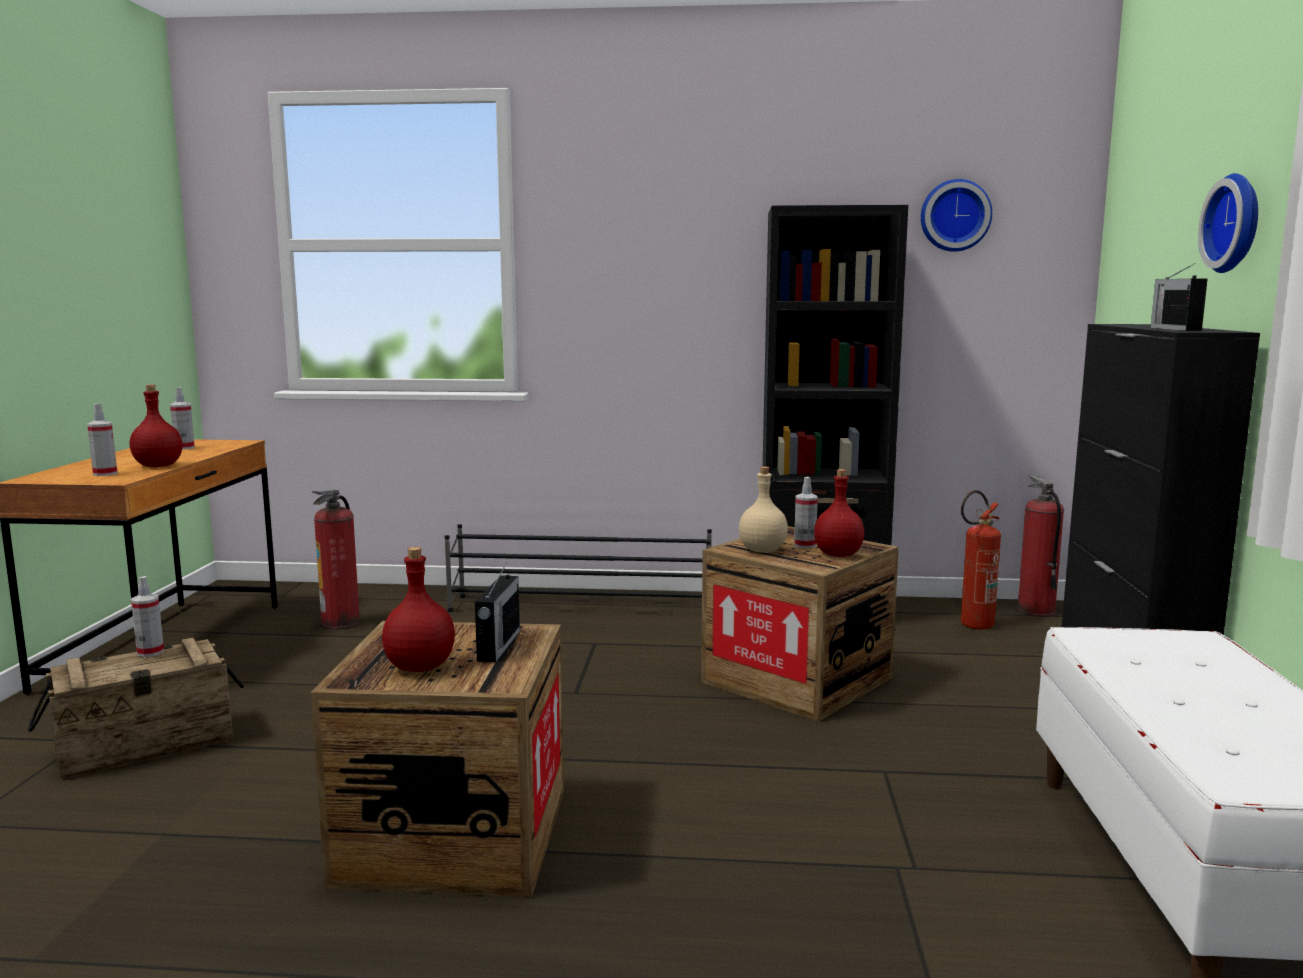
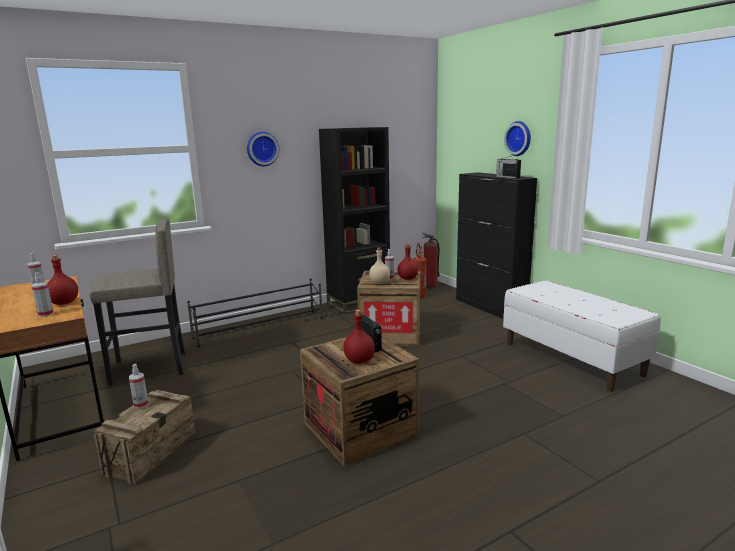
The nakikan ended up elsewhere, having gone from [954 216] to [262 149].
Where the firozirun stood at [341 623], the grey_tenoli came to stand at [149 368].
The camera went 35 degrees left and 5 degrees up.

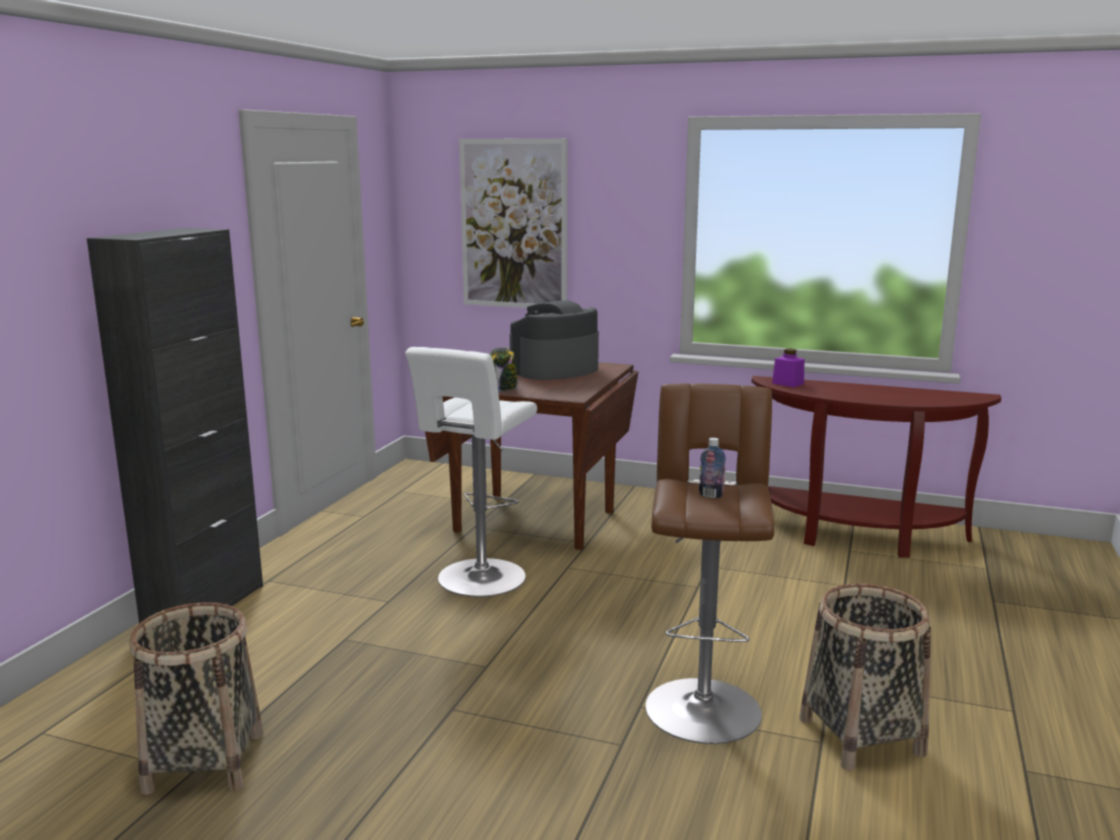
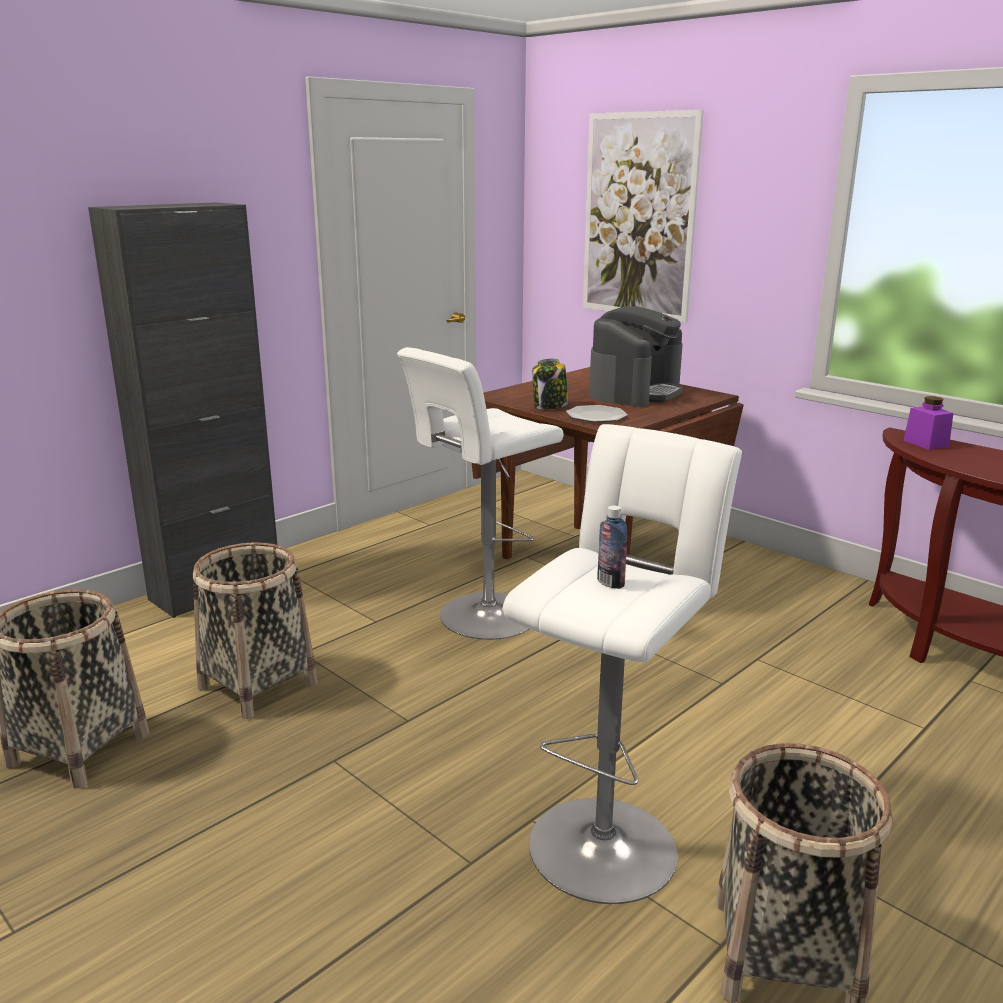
The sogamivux at [554 370] ended up facing another way, 135 degrees clockwise from before.
What was the brown_tenoli at [702 704] turned into the white_tenoli at [607 840].
The second view gained the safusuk at [596 416].
The second view gained the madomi at [258 685].
The camera went 25 degrees right and 5 degrees up.

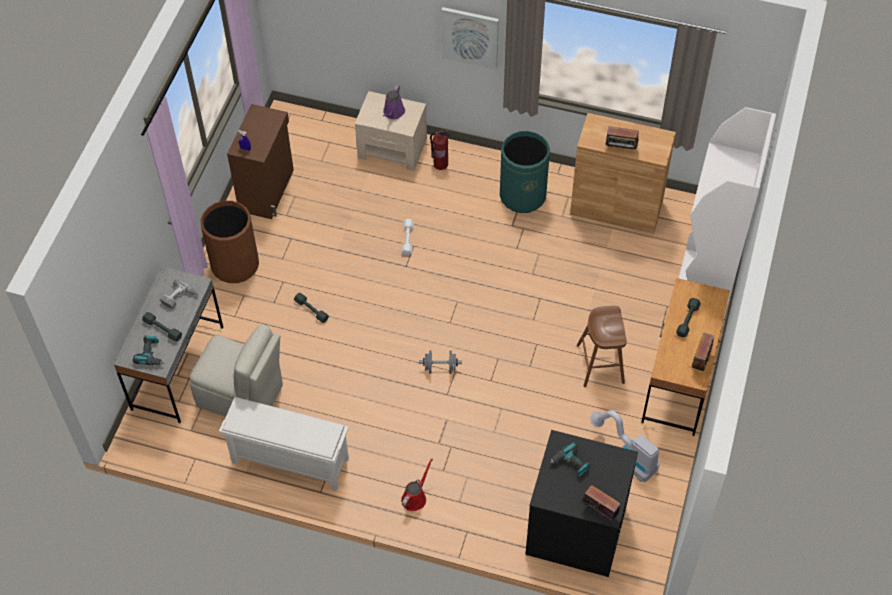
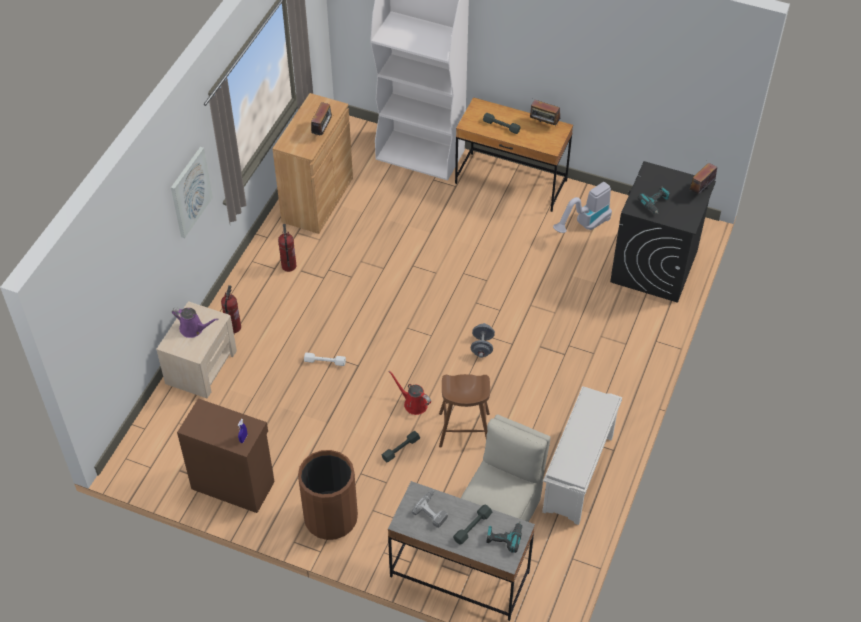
Where the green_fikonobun stood at [523 195], the firozirun came to stand at [288 266].
The brown_tenoli ended up elsewhere, having gone from [600 364] to [464 430].
The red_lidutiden ended up elsewhere, having gone from [415 497] to [413 403].
The camera went 85 degrees left and 5 degrees down.

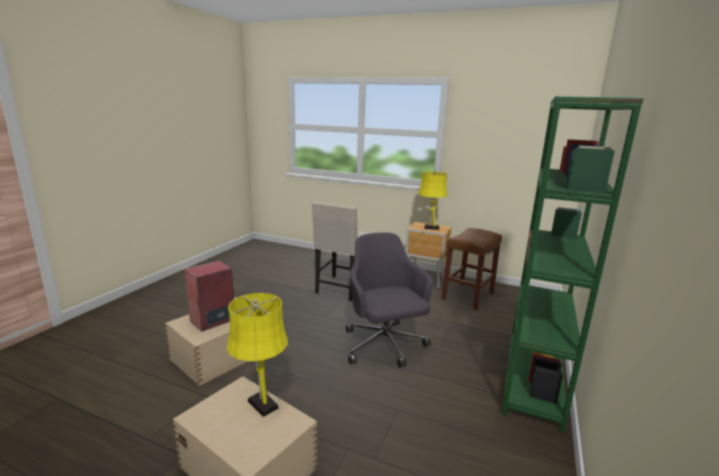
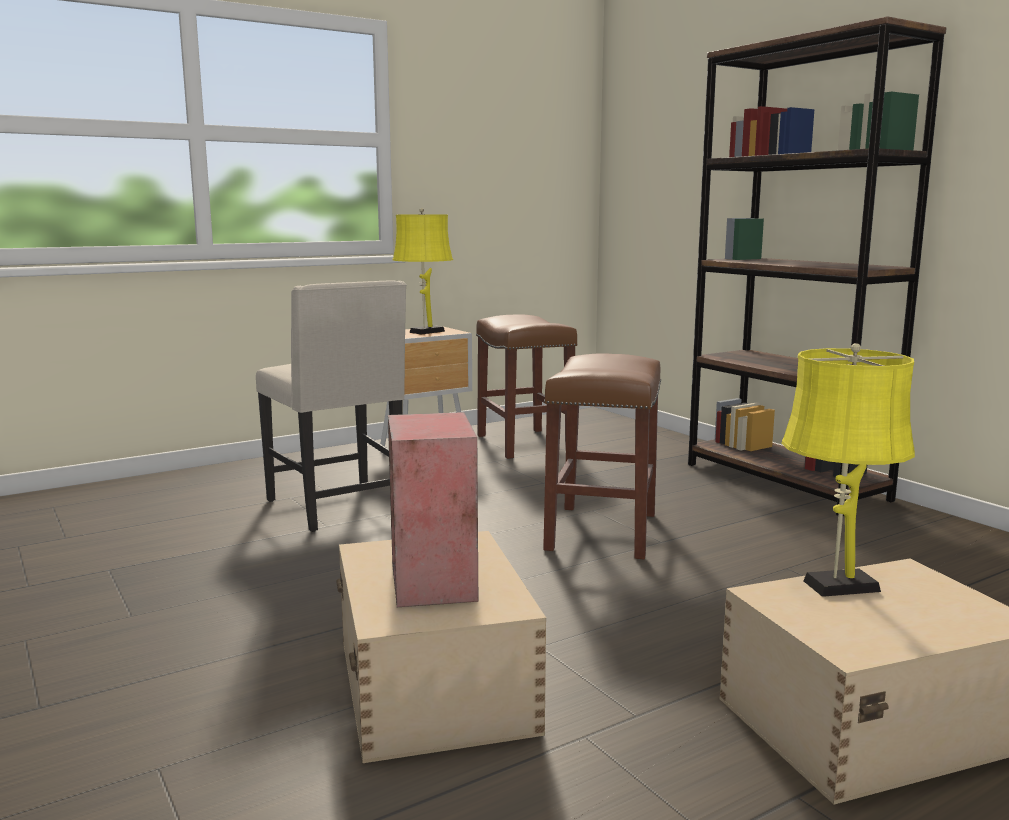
What was the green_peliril at [533 381] turned into the brown_peliril at [785 481].
Where the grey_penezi stood at [384 346], the brown_tenoli came to stand at [601 530].
The camera went 55 degrees left and 5 degrees down.

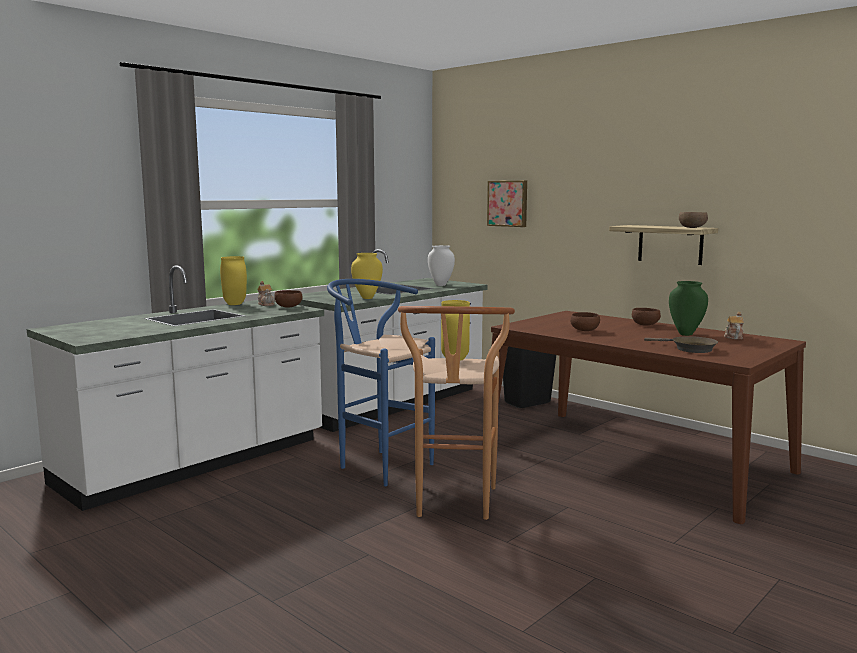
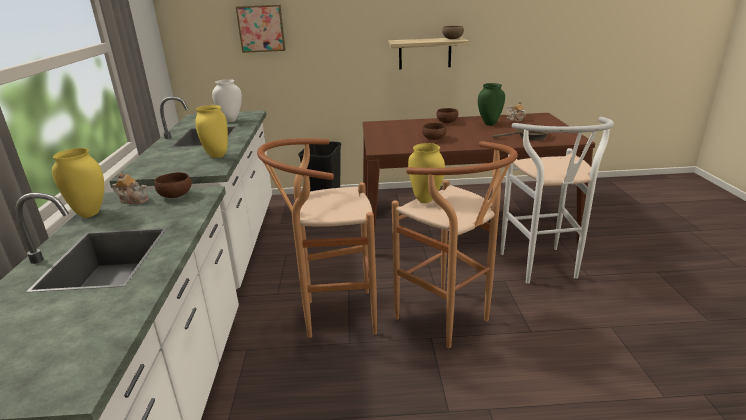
What was the blue_tenoli at [379 465] turned into the brown_tenoli at [331 316].
The second view gained the white_tenoli at [542 269].
The camera went 45 degrees left and 15 degrees up.

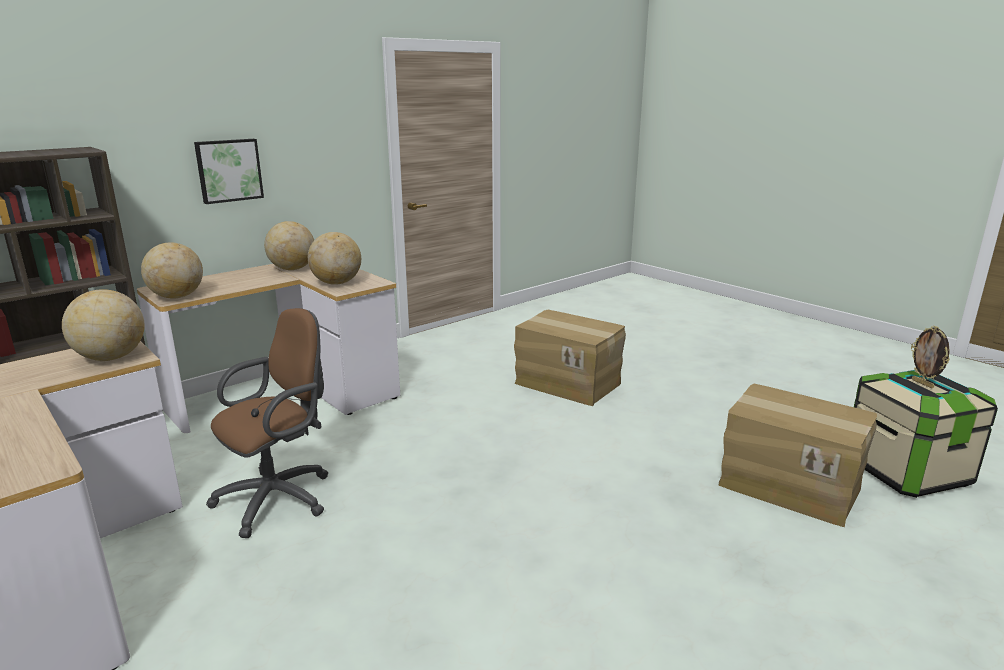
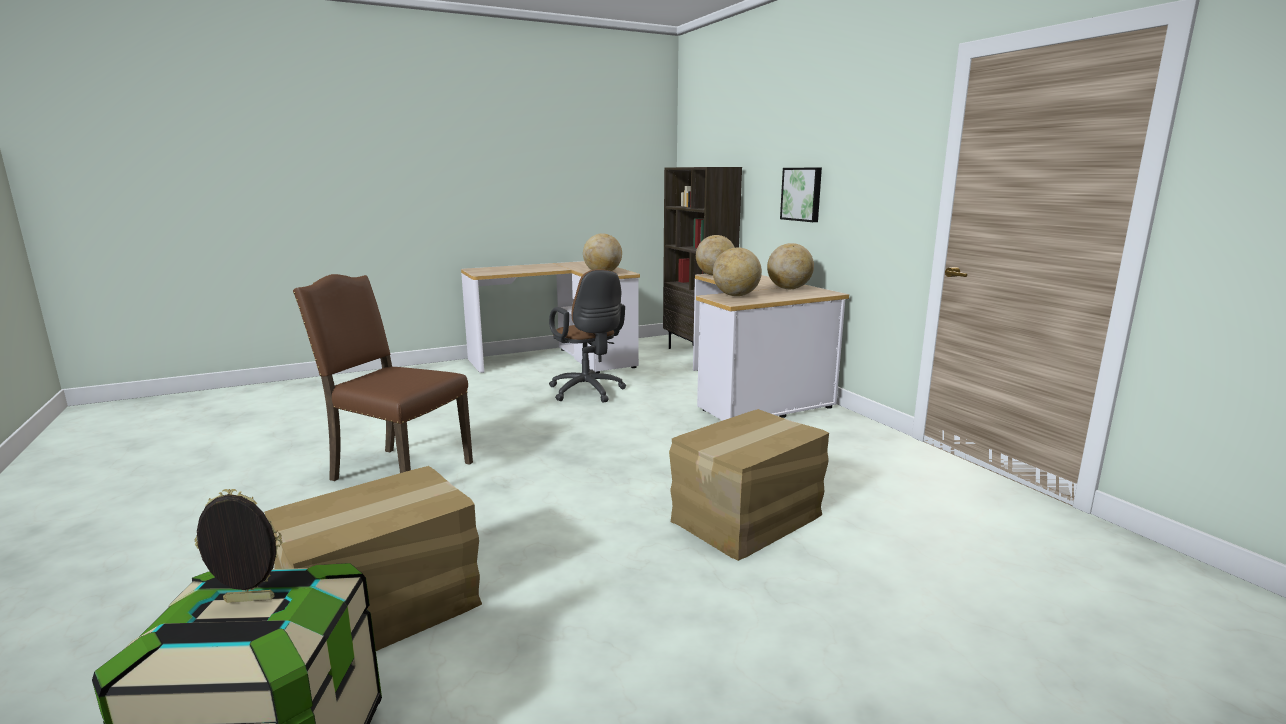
The second view gained the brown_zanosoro at [398 472].
The camera went 105 degrees right and 5 degrees down.

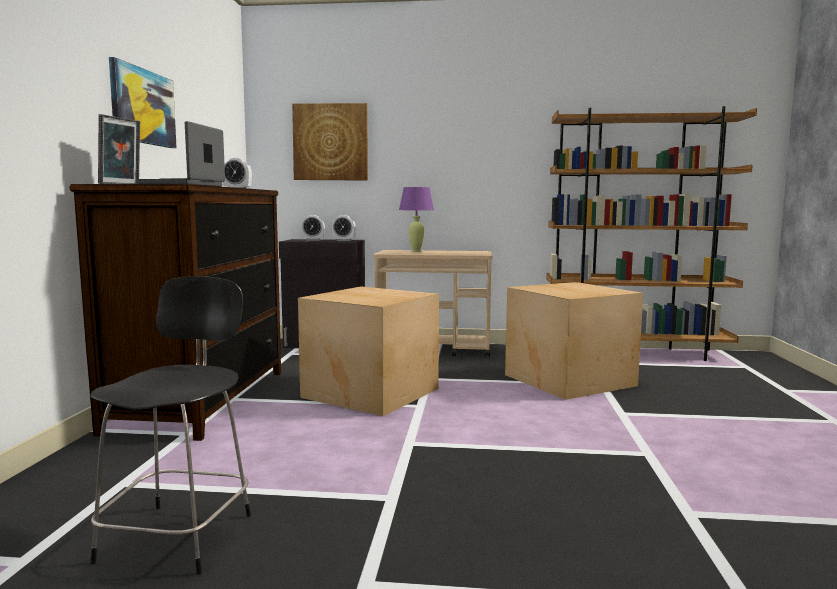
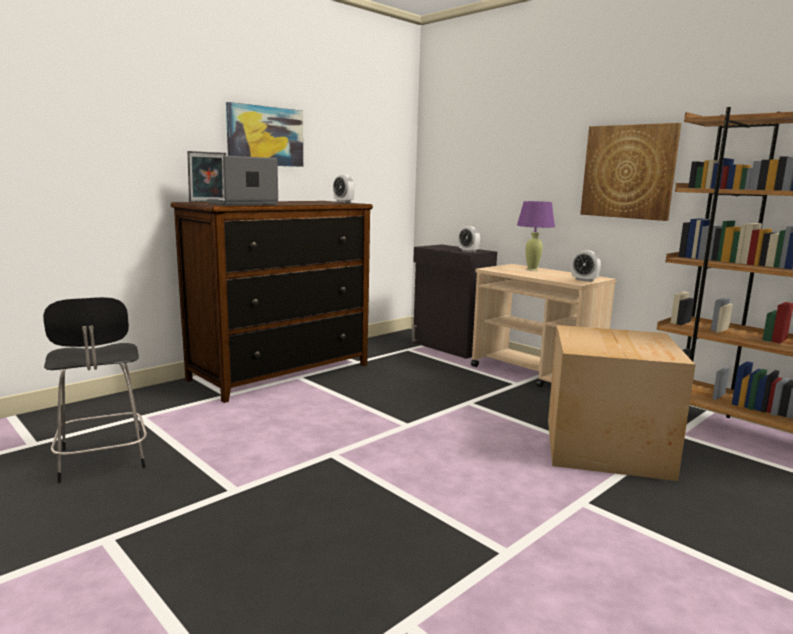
The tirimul ended up elsewhere, having gone from [330 142] to [628 172].
The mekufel ended up elsewhere, having gone from [313 240] to [584 280].
The black_zanosoro at [180 534] ended up facing another way, 105 degrees clockwise from before.
The second view lost the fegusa at [370 392].
The camera went 40 degrees right and 5 degrees up.

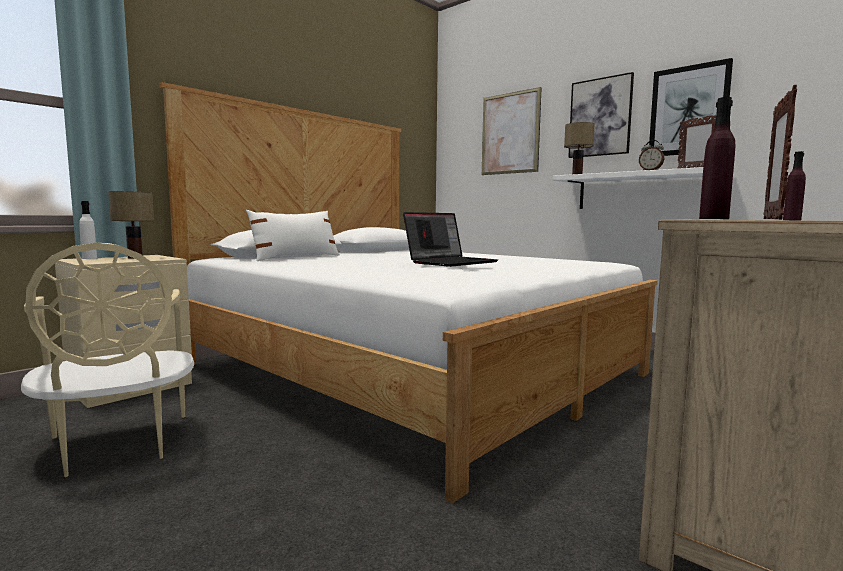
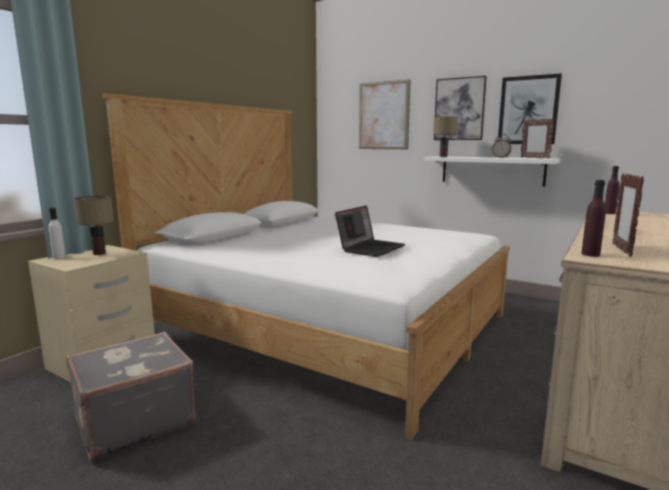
The second view lost the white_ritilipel at [296 257].
Where the beige_zanosoro stood at [118 445], the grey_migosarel came to stand at [133 420].
The camera went 10 degrees left and 5 degrees up.

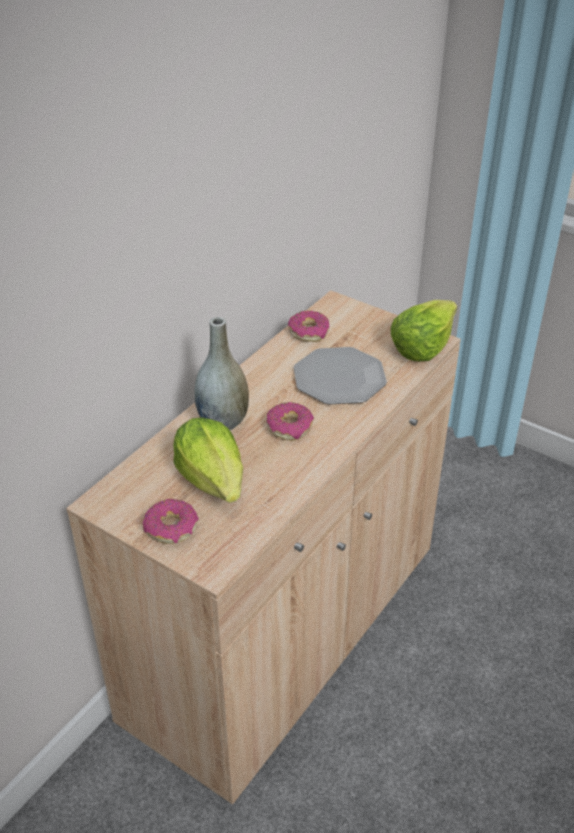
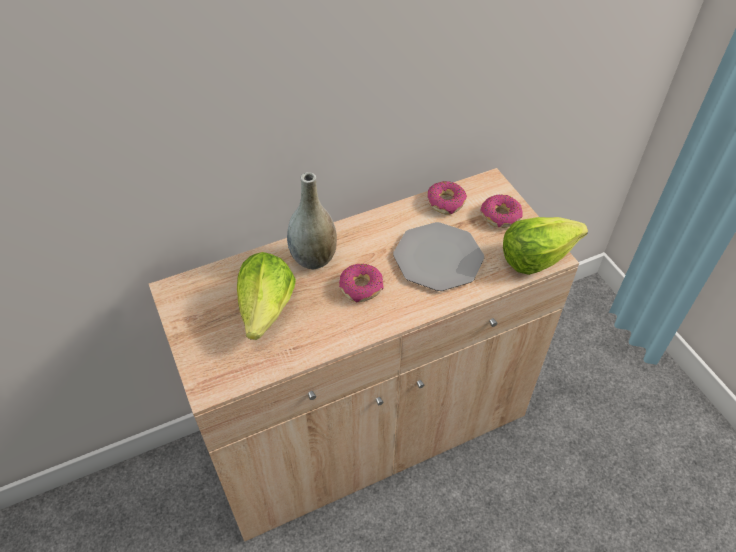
The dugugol ended up elsewhere, having gone from [171 528] to [500 216].
The camera went 30 degrees right and 10 degrees up.

